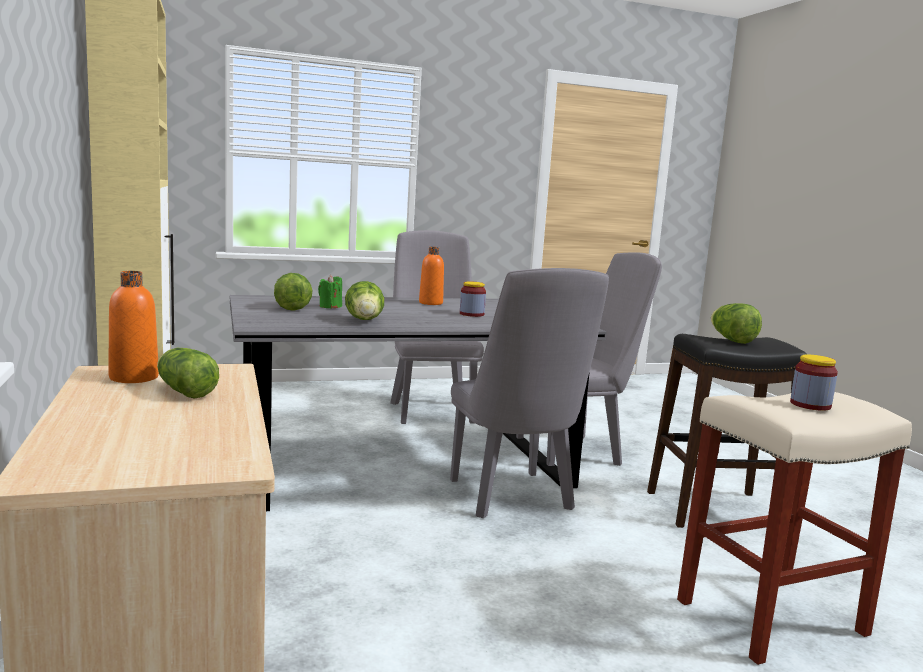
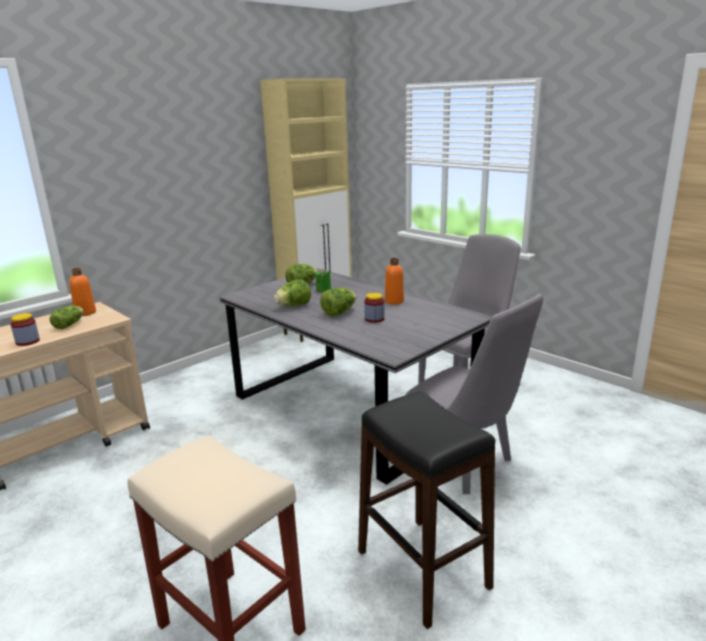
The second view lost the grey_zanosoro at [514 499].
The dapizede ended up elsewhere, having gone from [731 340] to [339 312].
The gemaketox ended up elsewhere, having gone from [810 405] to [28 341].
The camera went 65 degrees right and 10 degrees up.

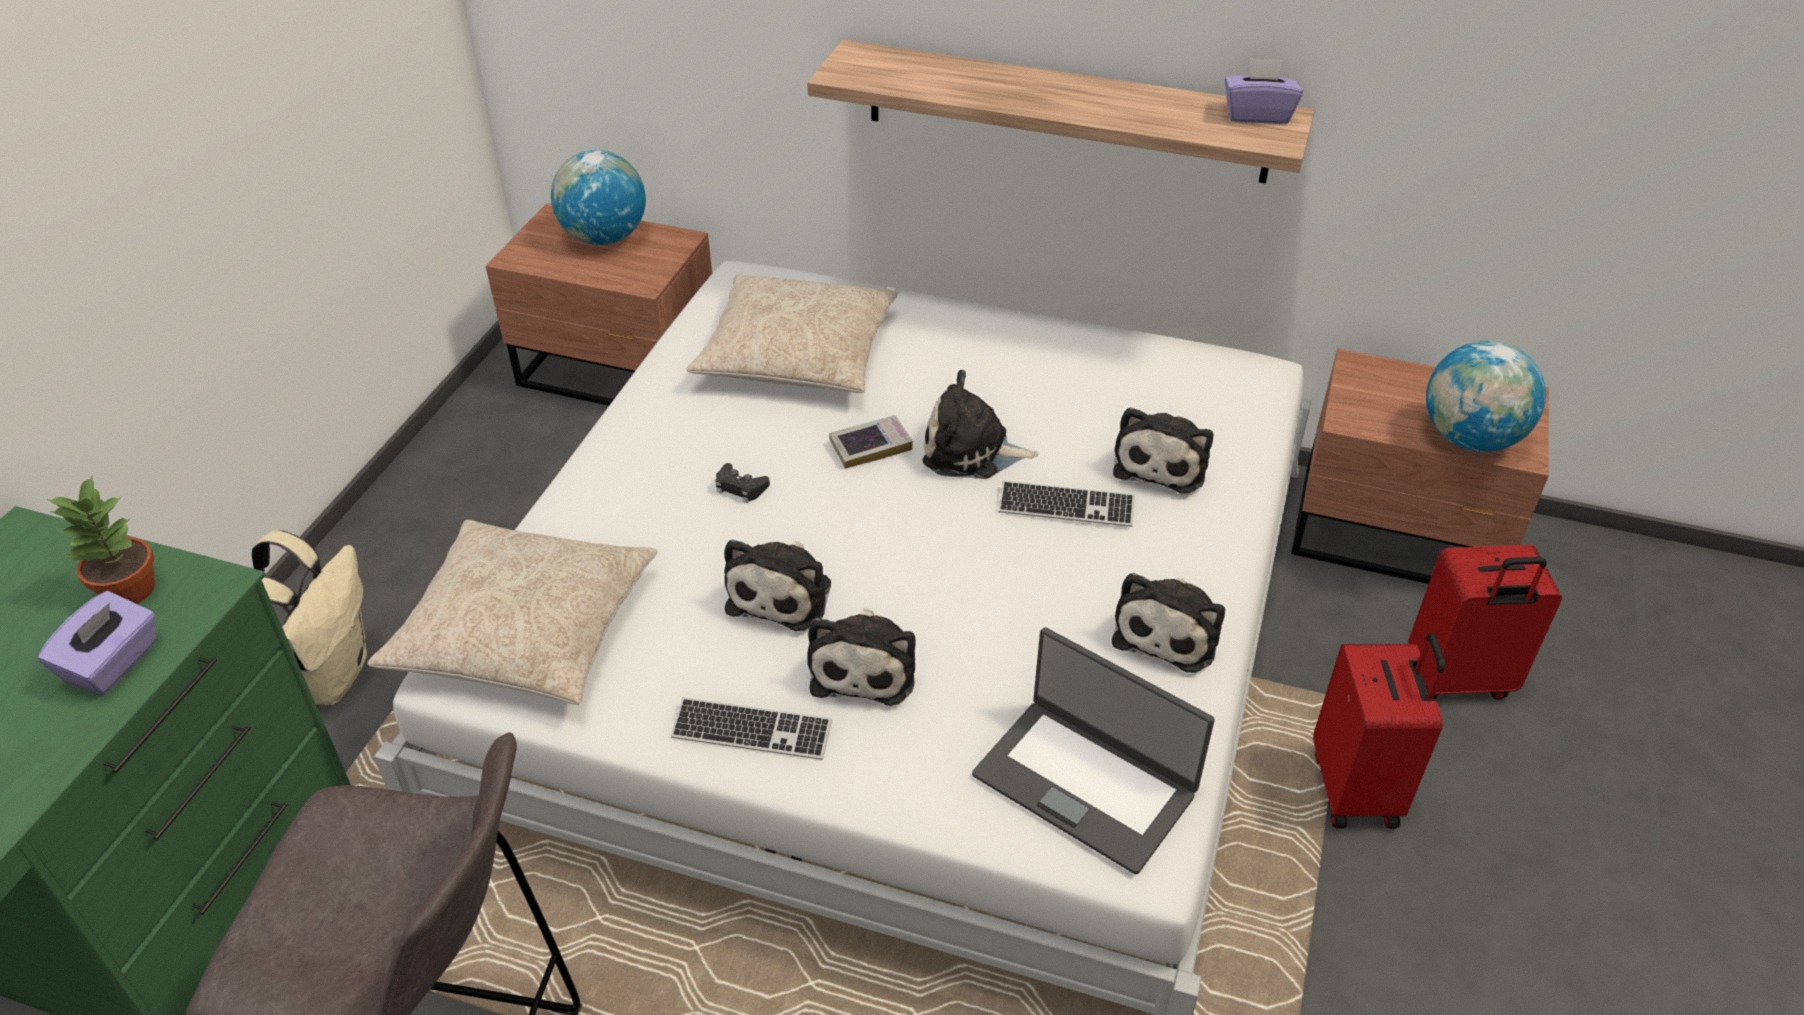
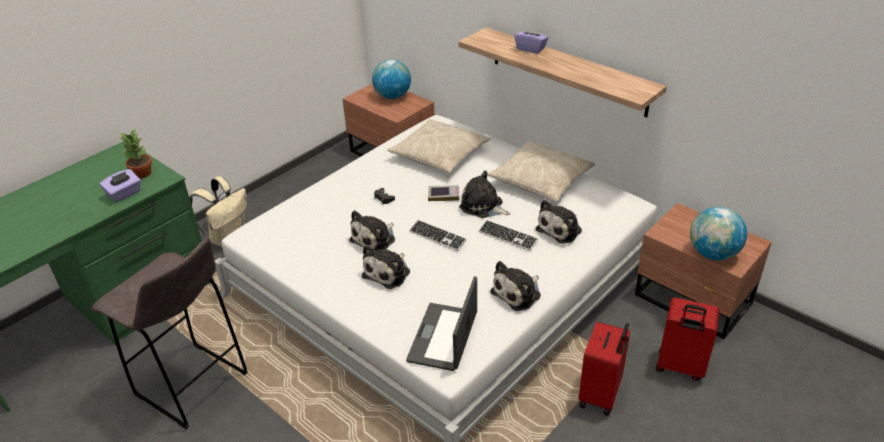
The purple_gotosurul ended up elsewhere, having gone from [1257 115] to [531 48].
The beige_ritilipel ended up elsewhere, having gone from [524 629] to [540 180].
The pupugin at [1085 783] ended up facing another way, 45 degrees clockwise from before.
The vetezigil ended up elsewhere, having gone from [752 731] to [437 236].
The camera went 25 degrees right and 5 degrees down.

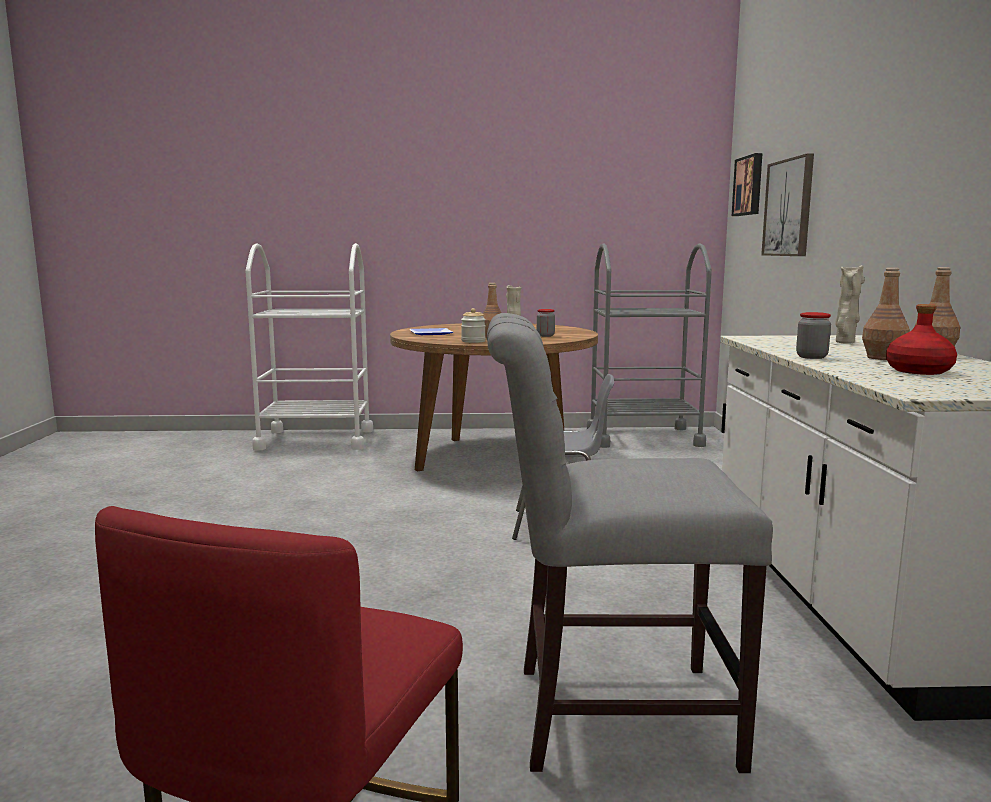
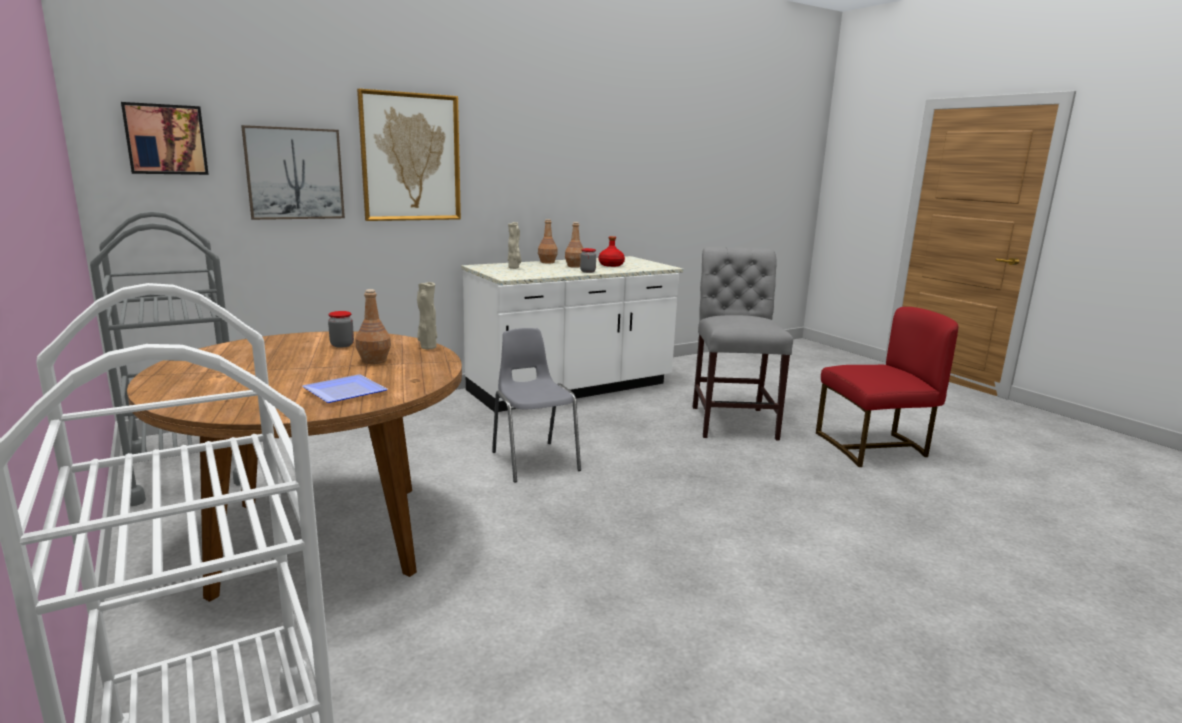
The second view lost the gemaketox at [473 341].
The grey_zanosoro at [608 714] ended up facing another way, 150 degrees counterclockwise from before.
The second view gained the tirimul at [411 157].
The camera went 120 degrees left and 5 degrees up.

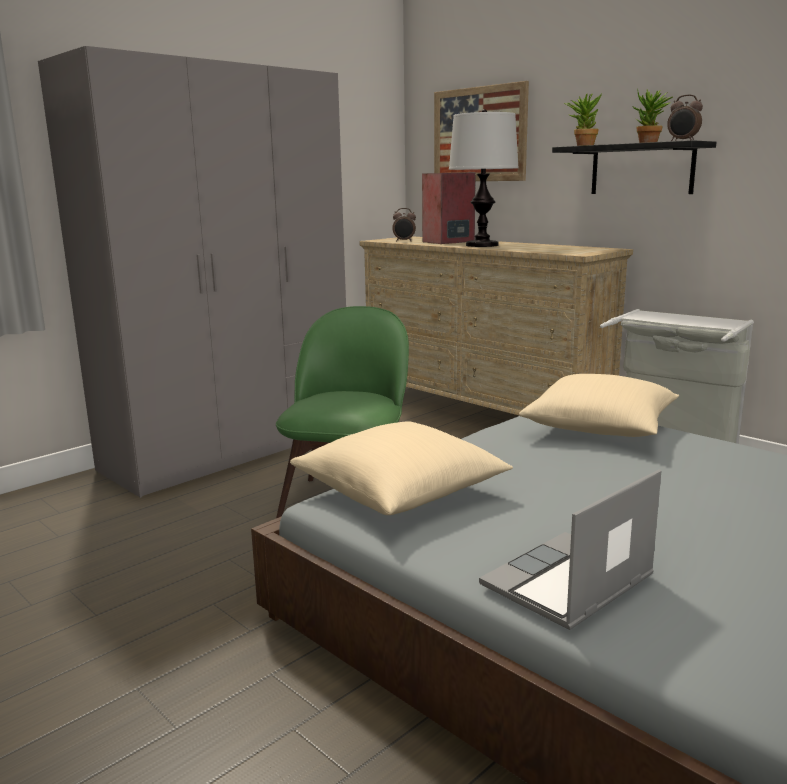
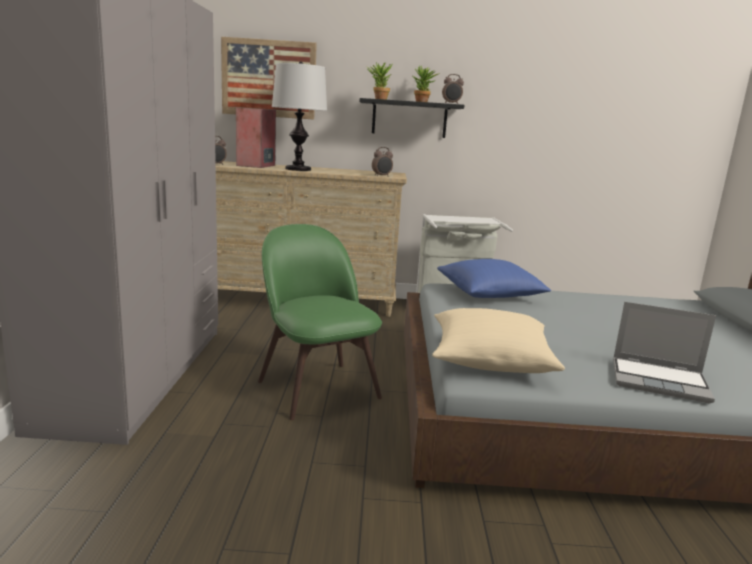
What was the beige_ritilipel at [600 428] turned into the blue_ritilipel at [489 294].
The pupugin at [568 584] ended up facing another way, 75 degrees counterclockwise from before.
The second view gained the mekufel at [382 176].
The camera went 45 degrees left and 0 degrees up.

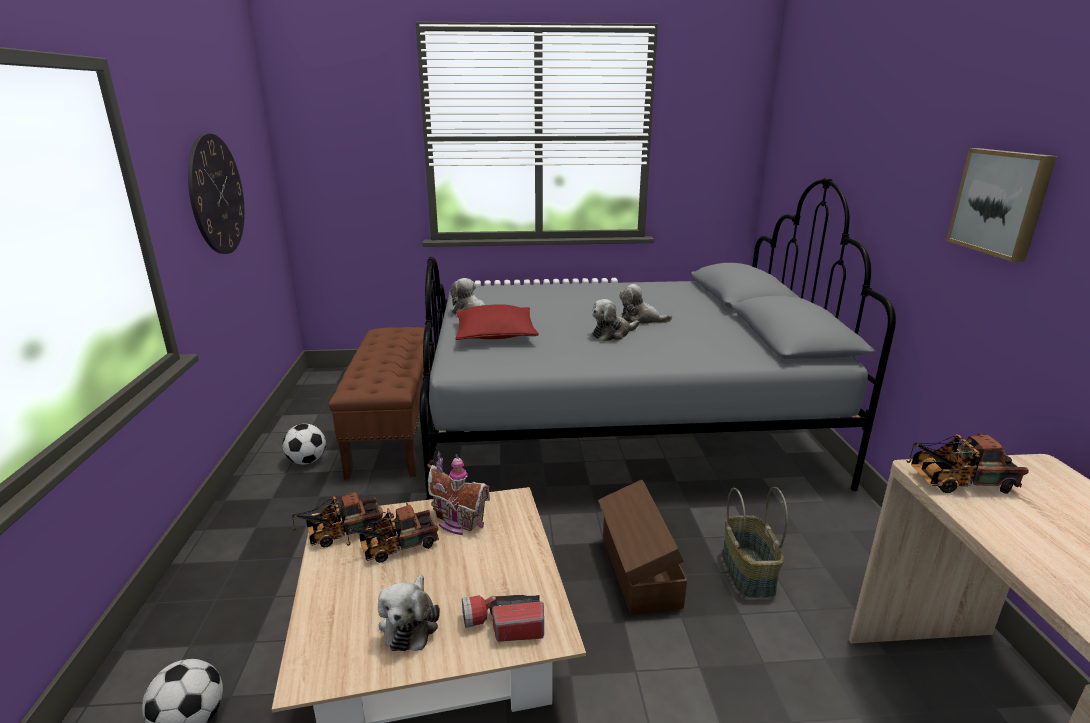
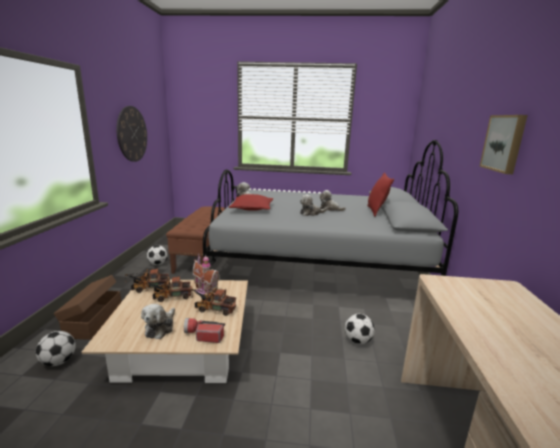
The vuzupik ended up elsewhere, having gone from [955 482] to [213 309].
The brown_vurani ended up elsewhere, having gone from [638 571] to [93 321].
Where the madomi stood at [749 573], the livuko came to stand at [358 340].
The second view gained the red_ritilipel at [376 211].
The camera went 10 degrees right and 5 degrees down.

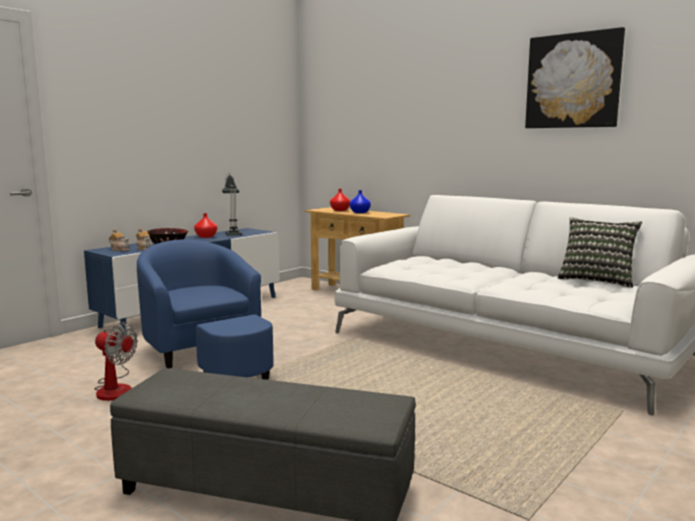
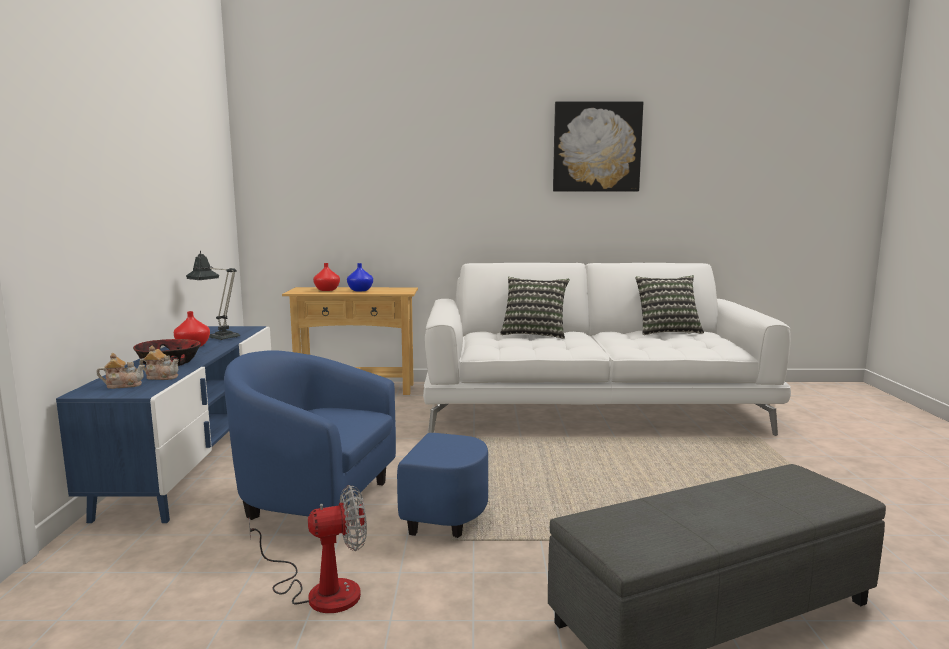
The second view gained the ritilipel at [534 334].
The camera went 40 degrees left and 0 degrees up.

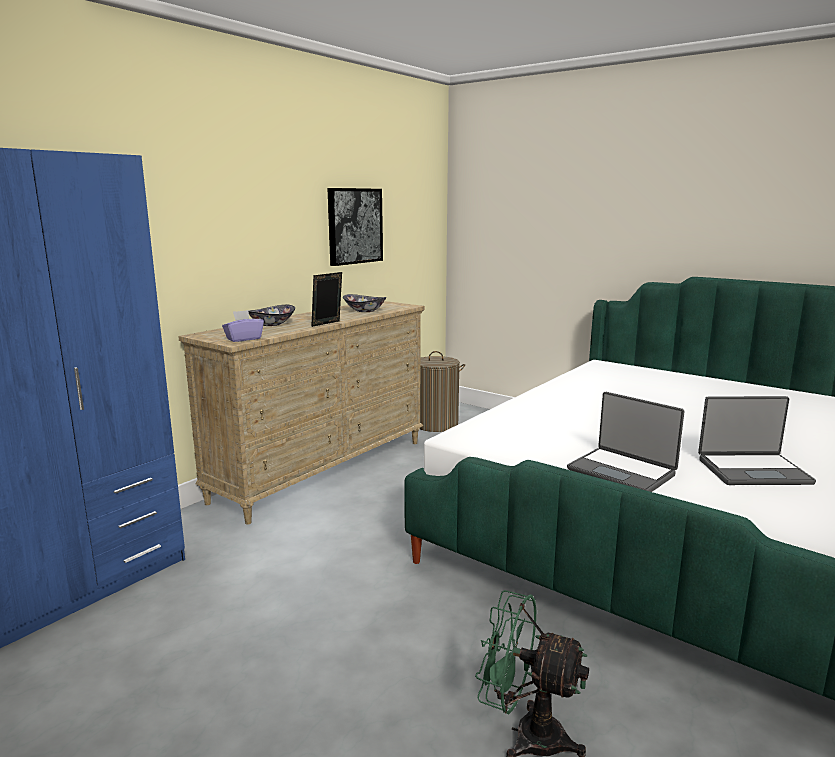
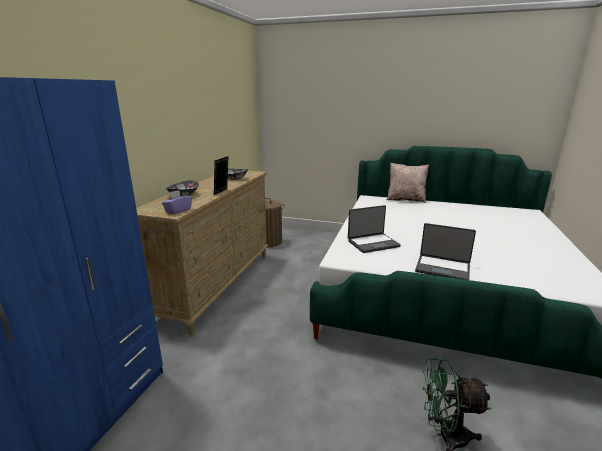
The second view lost the tirimul at [354 226].
The pupugin ended up elsewhere, having gone from [752 470] to [373 243].
The second view gained the beige_ritilipel at [405 199].
The camera went 20 degrees left and 5 degrees up.

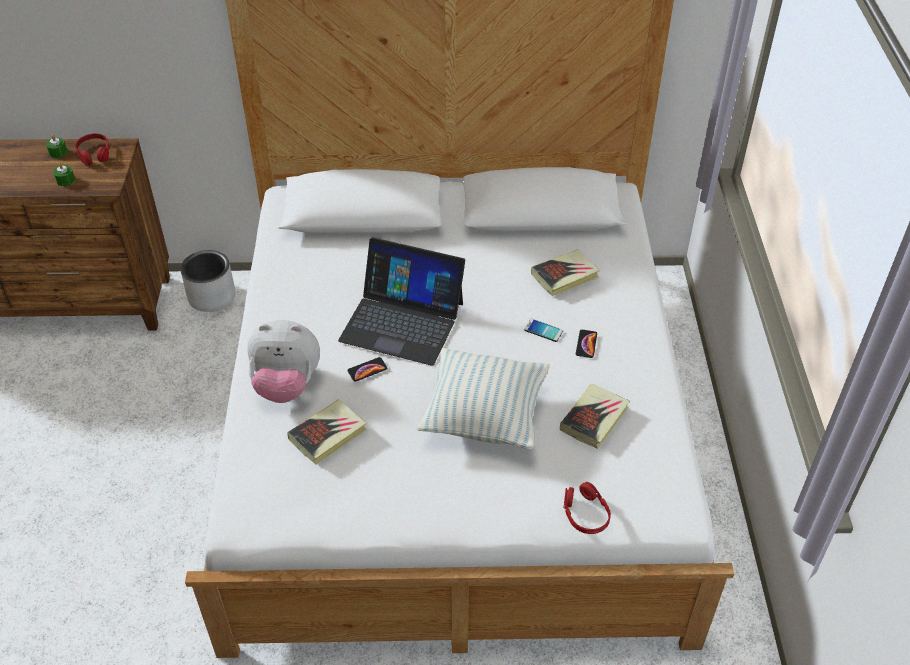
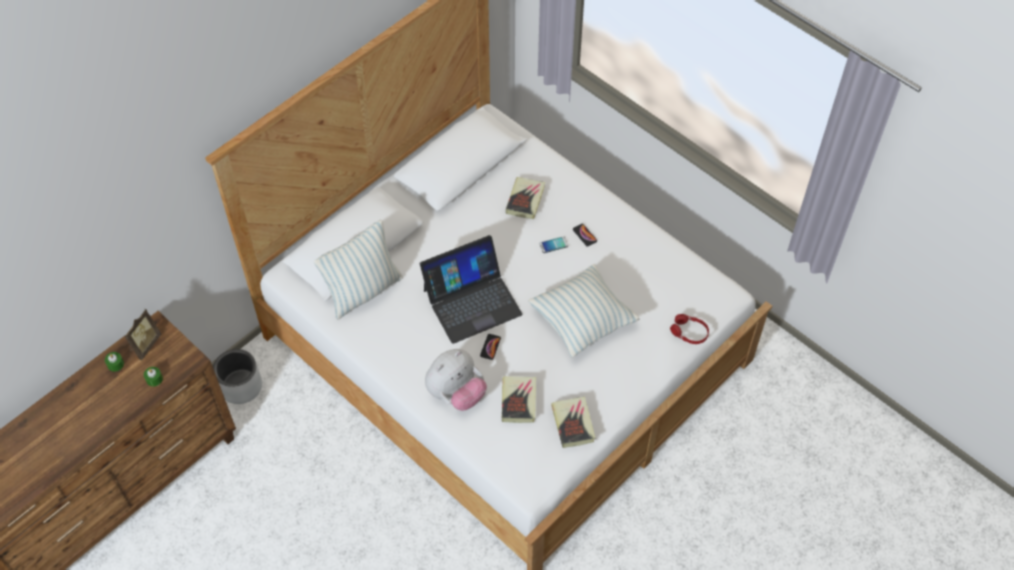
Where the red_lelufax stood at [94 154], the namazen came to stand at [145 345].
The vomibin ended up elsewhere, having gone from [594 419] to [573 424].
The second view gained the ritilipel at [363 291].
The camera went 45 degrees left and 10 degrees up.

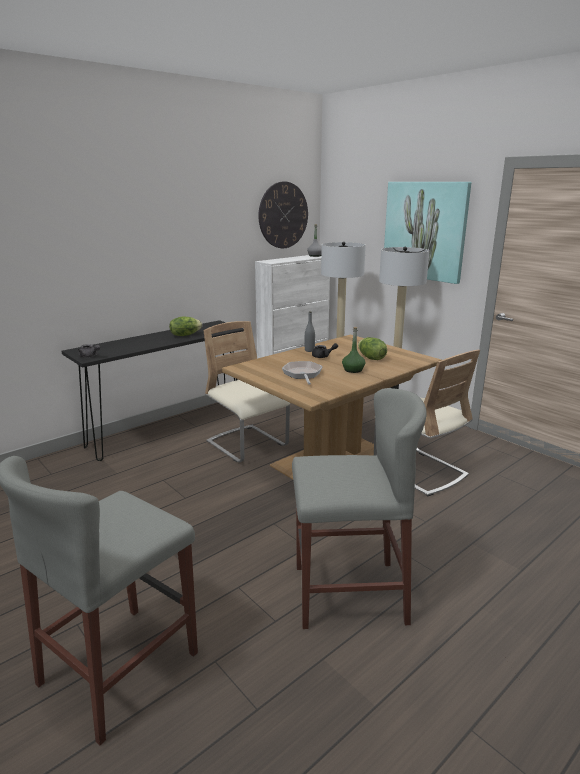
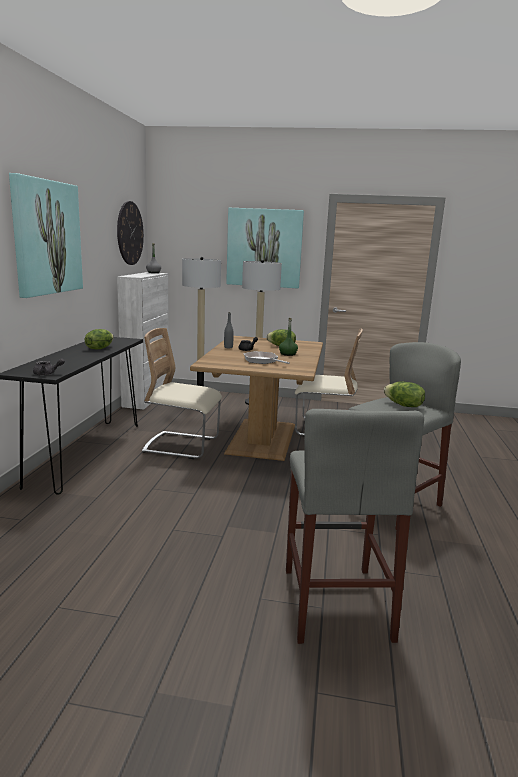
The second view gained the tirimul at [46 237].
The second view gained the dapizede at [403 405].
The camera went 40 degrees left and 5 degrees down.

